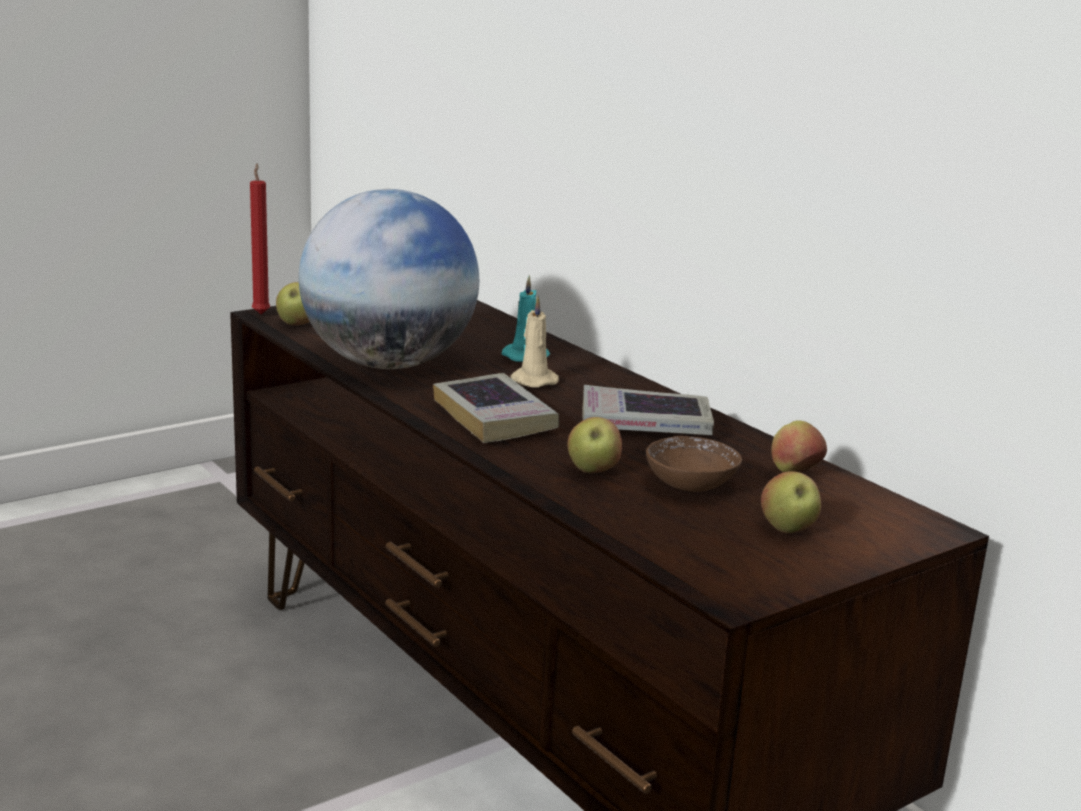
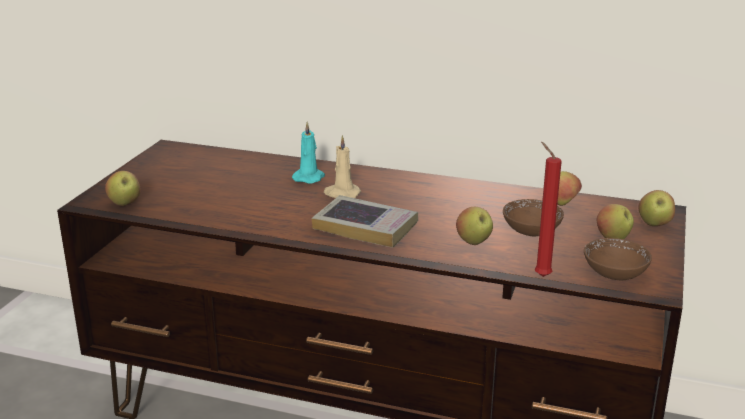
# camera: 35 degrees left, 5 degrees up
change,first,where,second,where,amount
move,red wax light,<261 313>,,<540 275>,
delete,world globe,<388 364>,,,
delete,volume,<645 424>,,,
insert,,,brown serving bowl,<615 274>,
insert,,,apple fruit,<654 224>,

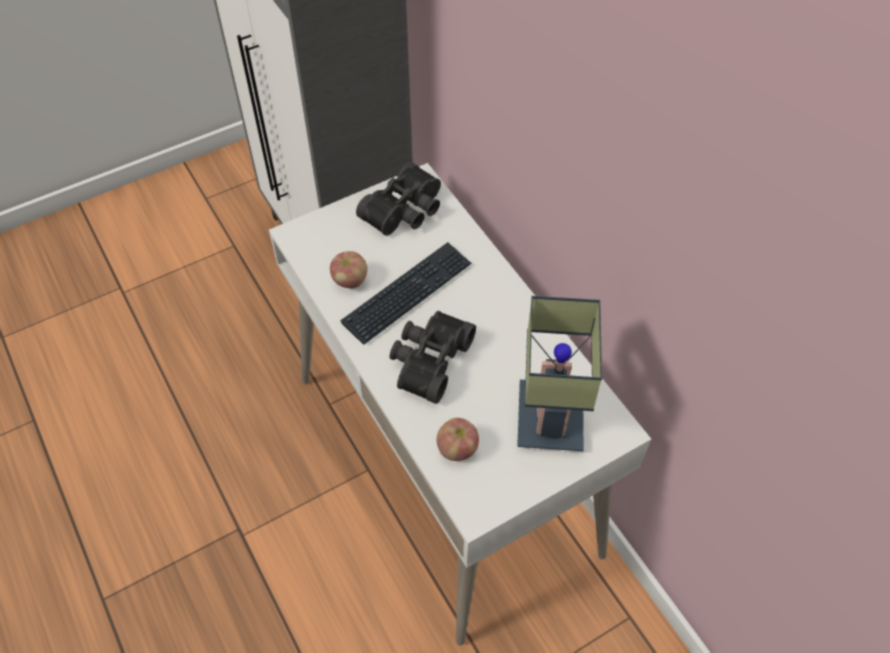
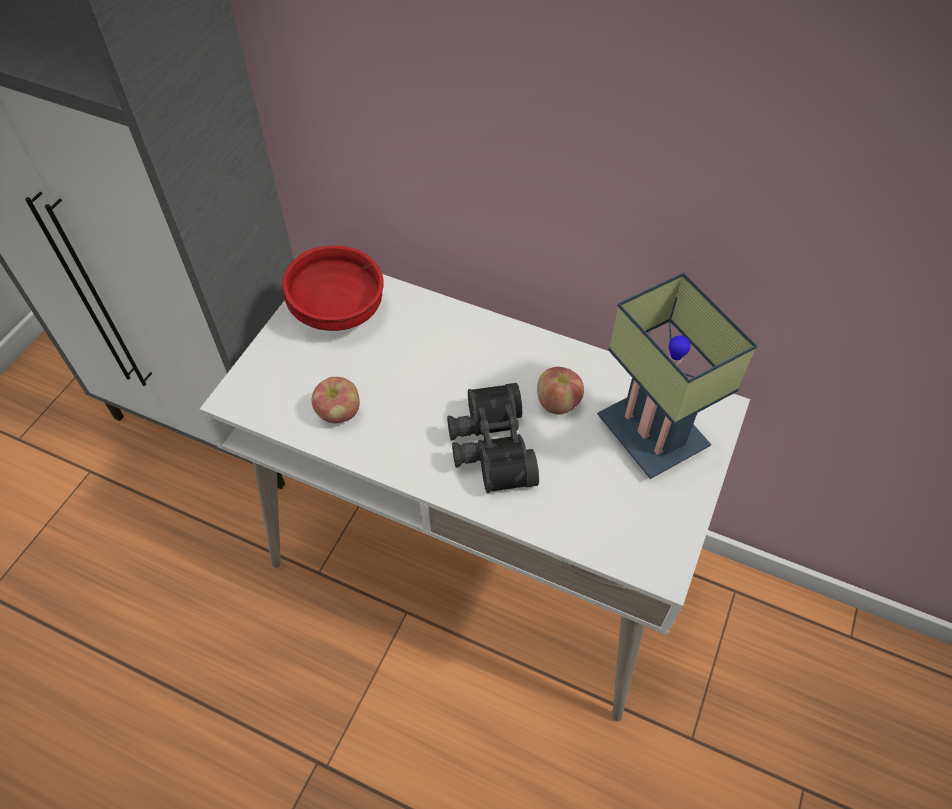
# camera: 35 degrees left, 0 degrees up
change,first,where,second,where,amount
delete,computer keyboard,<408 294>,,,
replace,blackish binoculars,<406 211>,red serving bowl,<340 311>,
move,apple fruit,<457 449>,,<557 402>,

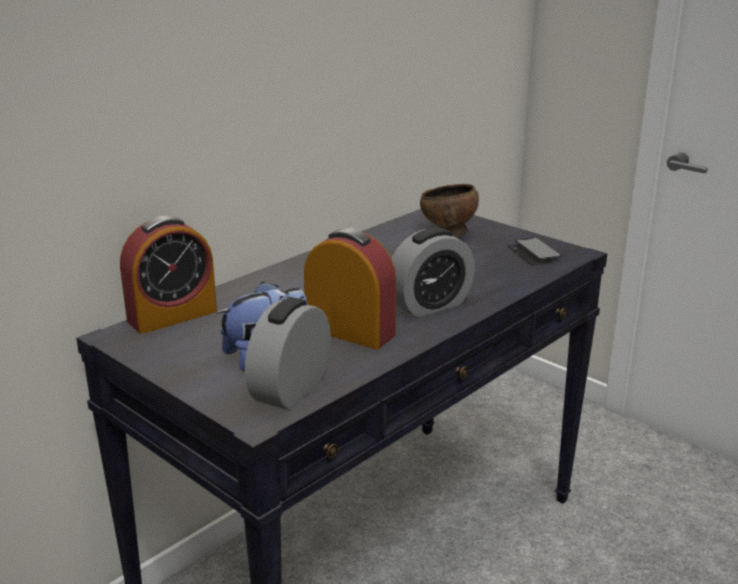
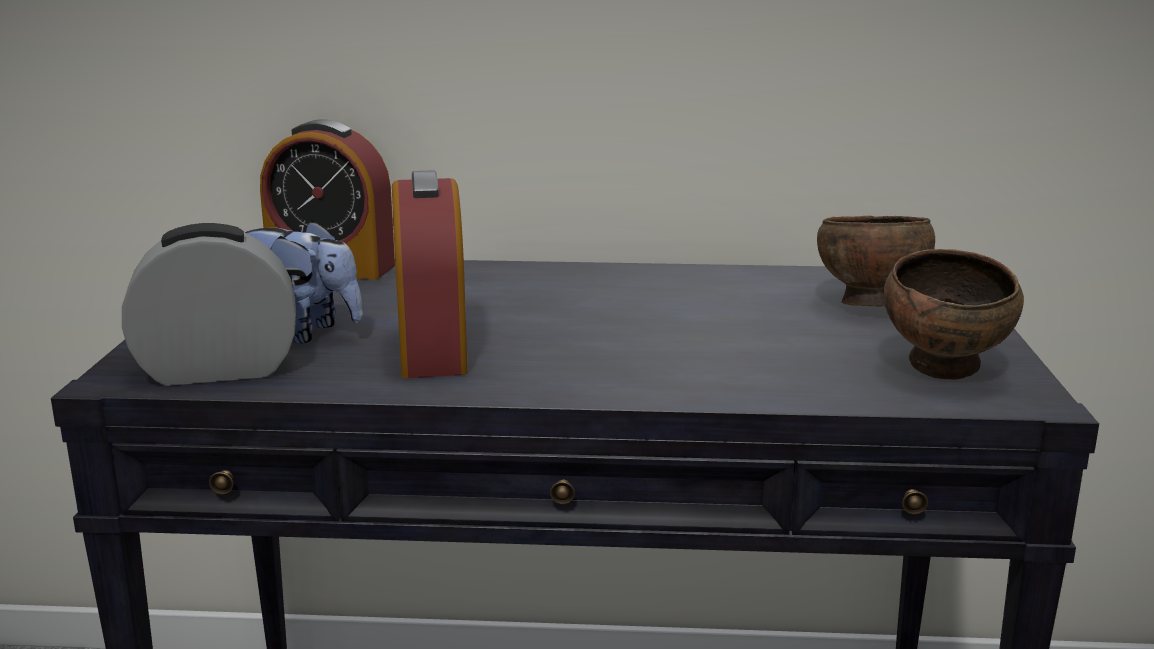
# camera: 50 degrees right, 5 degrees down
change,first,where,second,where,amount
delete,alarm clock,<430 305>,,,
replace,handset,<533 253>,brown serving bowl,<946 372>,

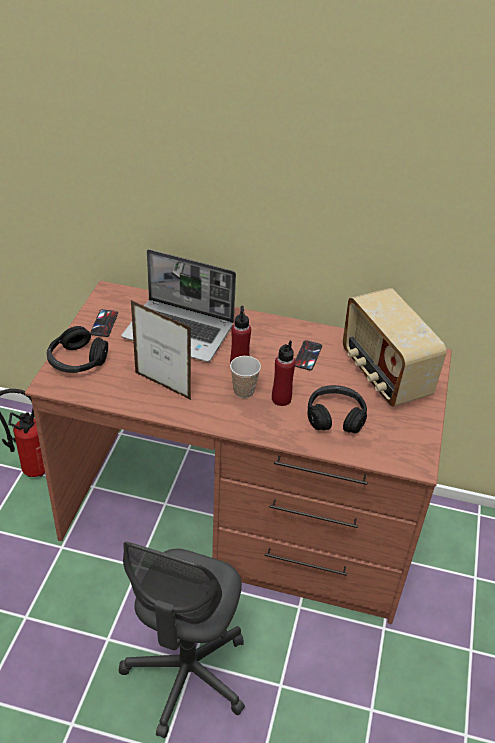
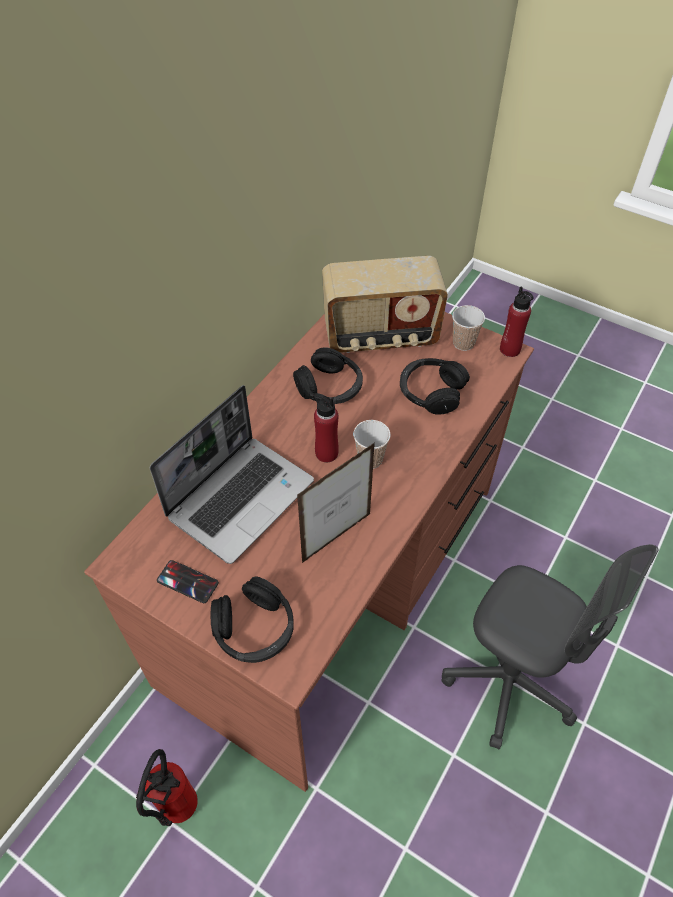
# camera: 70 degrees left, 10 degrees up
change,first,where,second,where,amount
move,red bottle,<281 399>,,<510 349>,
replace,handset,<307 355>,blackish headset,<330 387>,
insert,,,small cup,<463 343>,

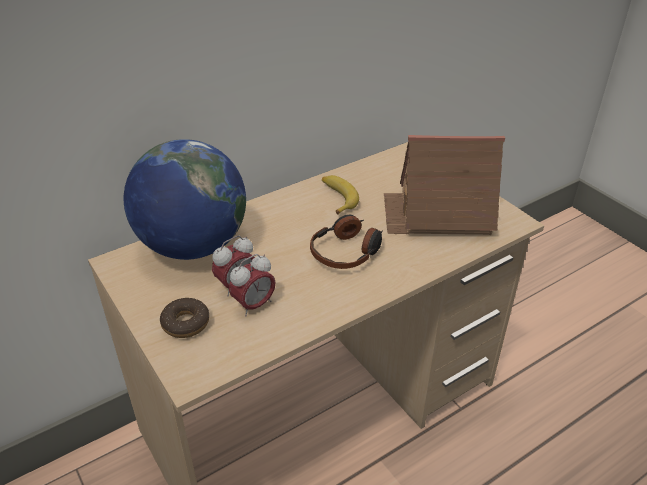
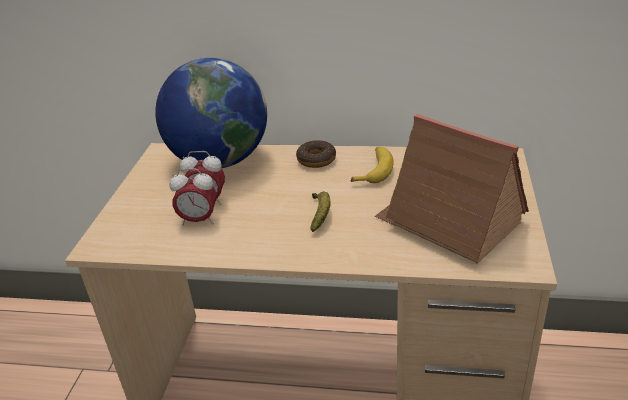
# camera: 45 degrees right, 5 degrees down
change,first,where,second,where,amount
move,donut,<185 323>,,<316 159>,
replace,headset,<347 251>,banana,<320 215>,

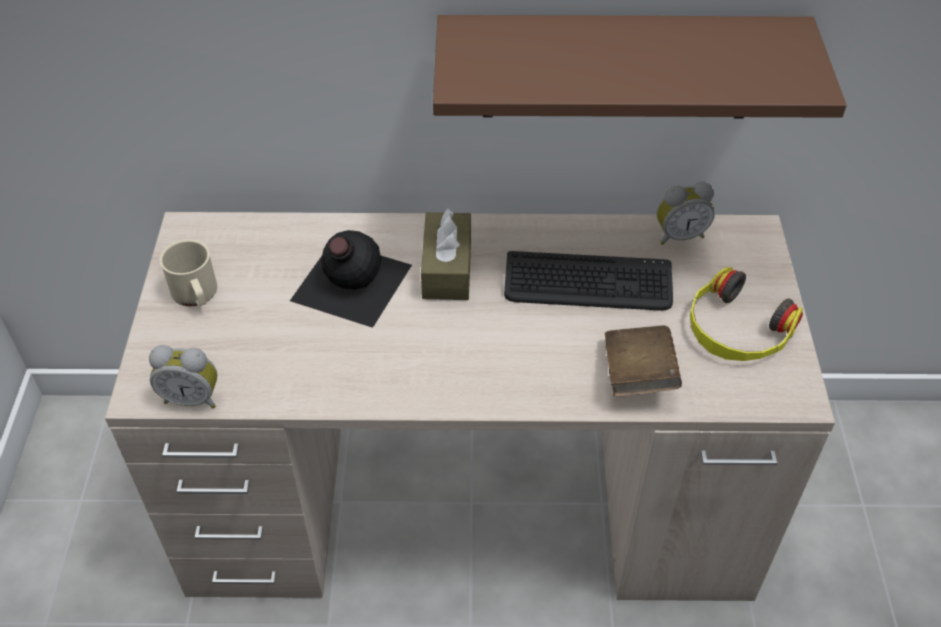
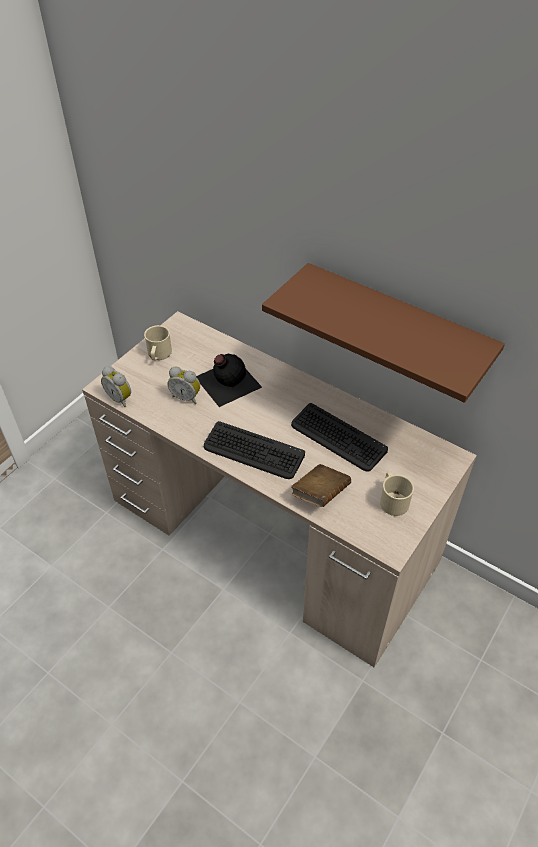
# camera: 35 degrees right, 0 degrees up
change,first,where,second,where,amount
delete,brown tissue box,<447 268>,,,
move,alarm clock,<679 235>,,<186 397>,
replace,headset,<736 330>,sand-coloured coffee mug,<392 500>,
insert,,,computer keyboard,<253 451>,

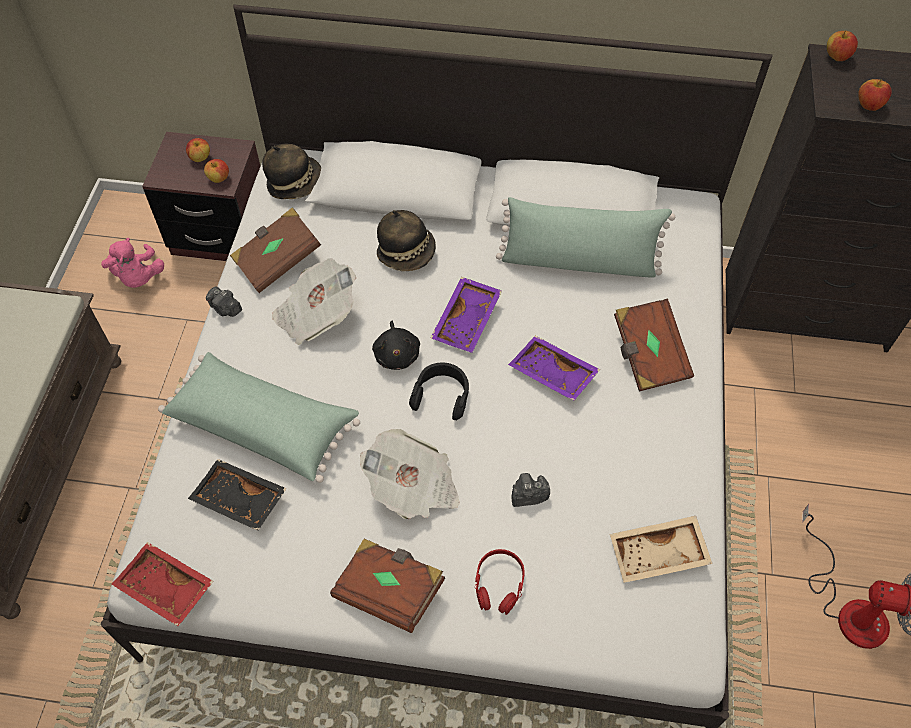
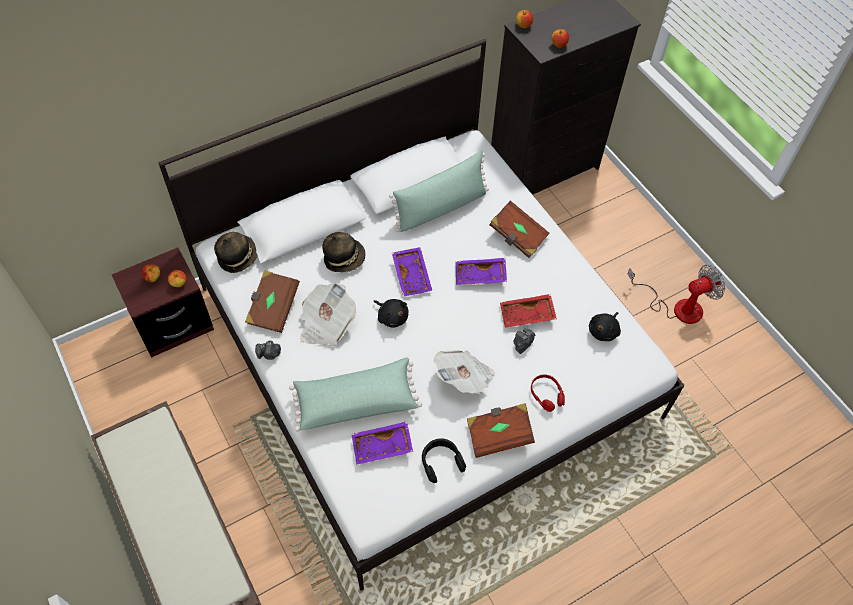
# camera: 40 degrees left, 0 degrees up
change,first,where,second,where,amount
delete,pinkish soft toy,<138 278>,,,
move,red carrying tray,<164 589>,,<527 315>,
recolor,blackish carrying tray,<238 501>,purplish carrying tray,<382 447>,
move,blackish headset,<441 395>,,<441 461>,
replace,sand-coloured carrying tray,<658 555>,blackish soft toy,<604 331>,

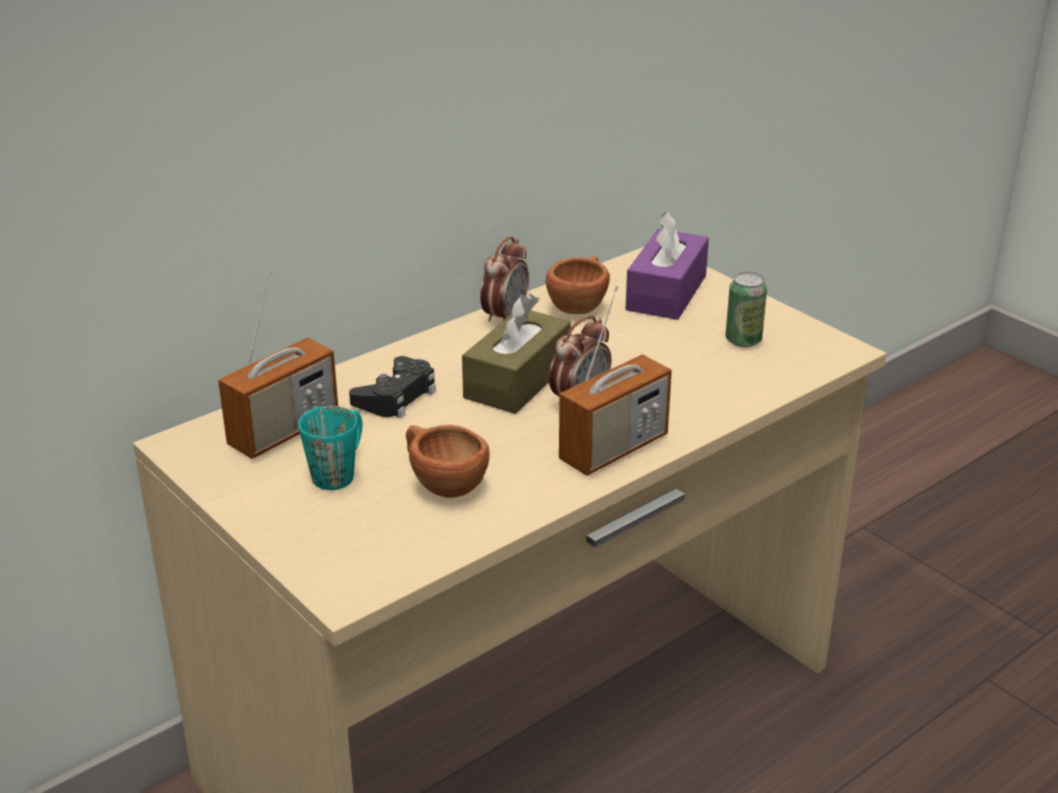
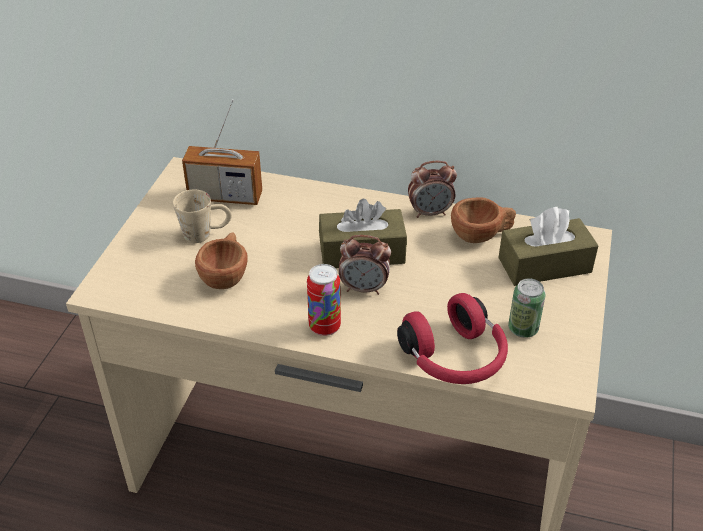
# camera: 55 degrees right, 10 degrees up
change,first,where,second,where,amount
recolor,blue-green coffee mug,<340 471>,sand-coloured coffee mug,<206 233>,
delete,blackish game controller,<396 396>,,,
replace,radio set,<614 449>,can,<324 327>,
recolor,purplish tissue box,<666 293>,brown tissue box,<544 265>,
insert,,,red headset,<455 359>,

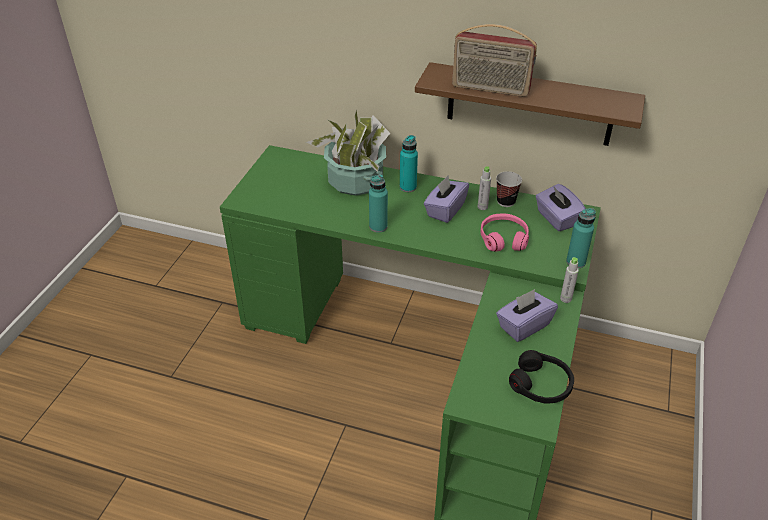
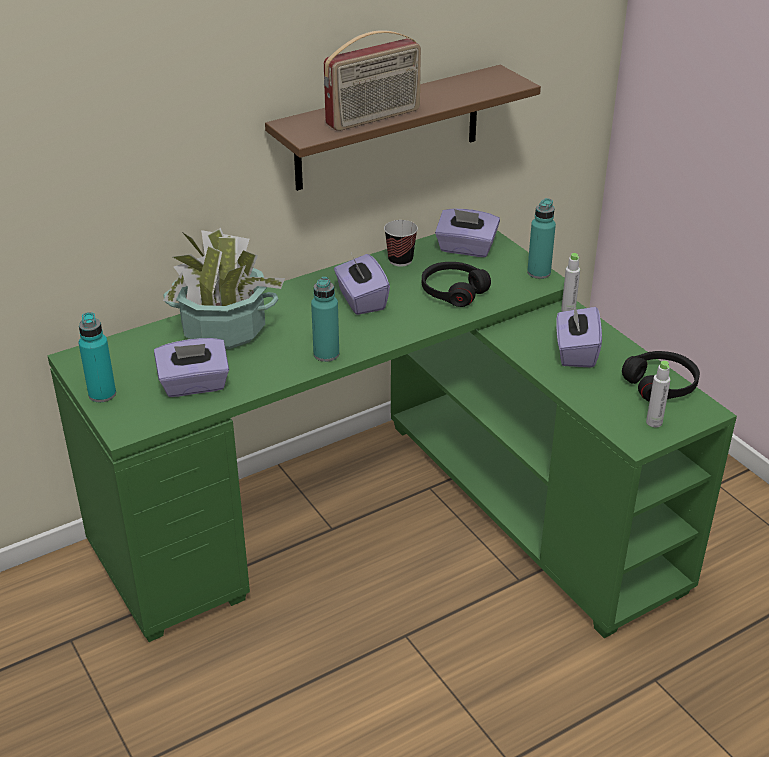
# camera: 50 degrees left, 5 degrees down
change,first,where,second,where,amount
move,blue-green bottle,<408 187>,,<102 394>,
move,gray bottle,<482 207>,,<654 422>,
recolor,pinkish headset,<503 238>,blackish headset,<453 291>,
insert,,,purplish tissue box,<194 385>,

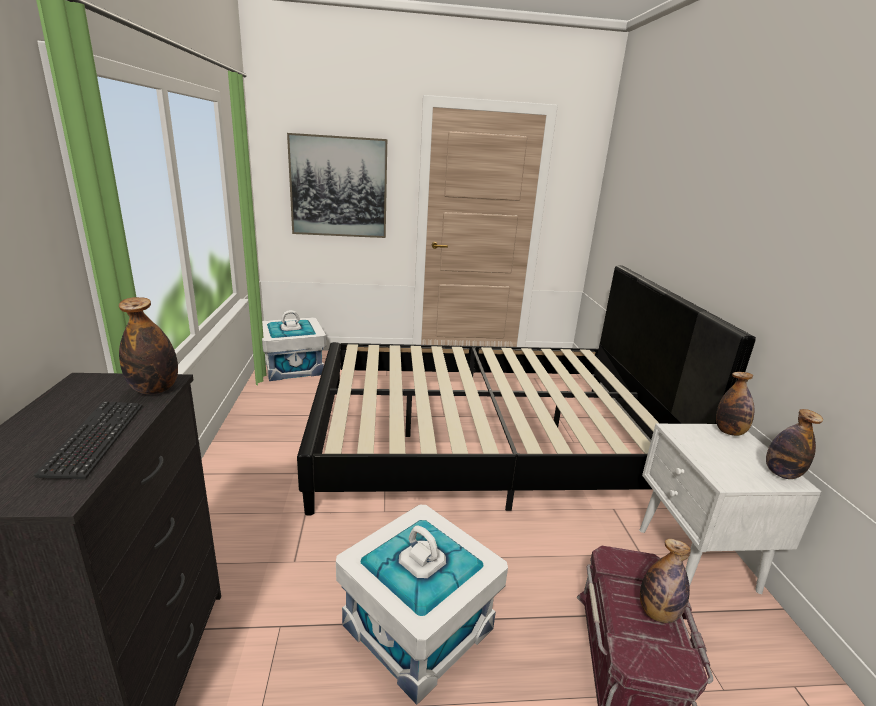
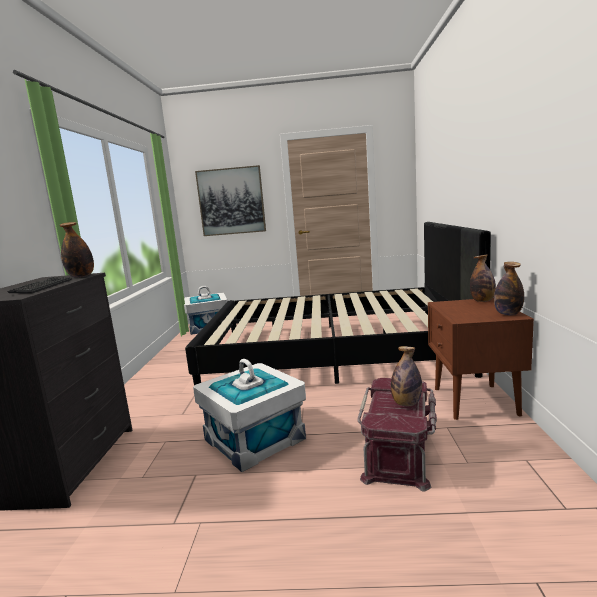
# camera: 10 degrees right, 10 degrees down
change,first,where,second,where,amount
recolor,white nightstand,<696 560>,brown nightstand,<474 402>,

